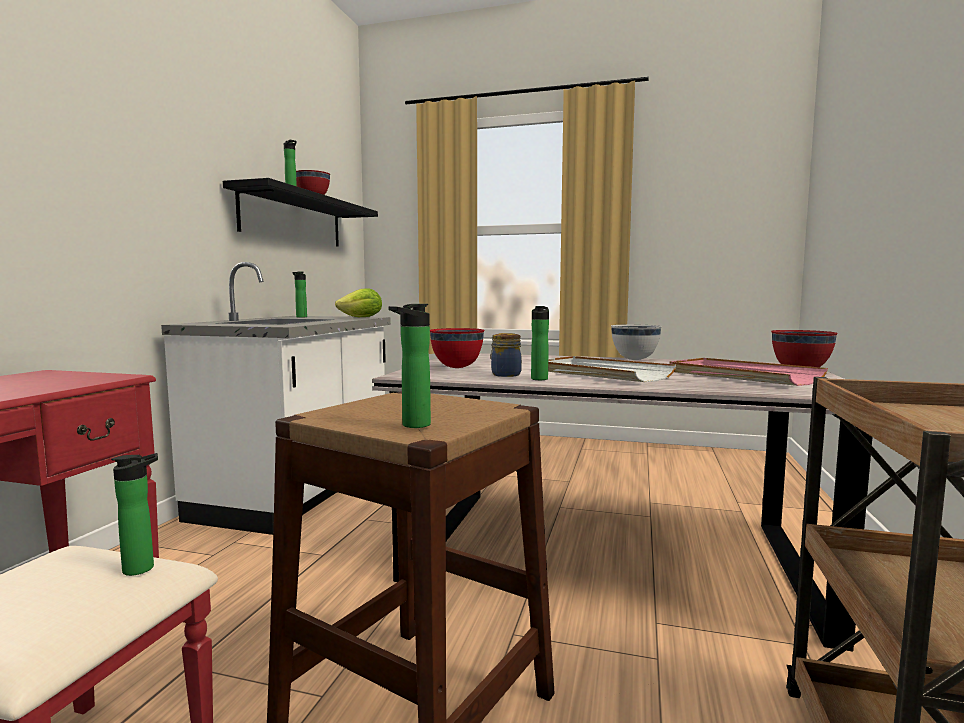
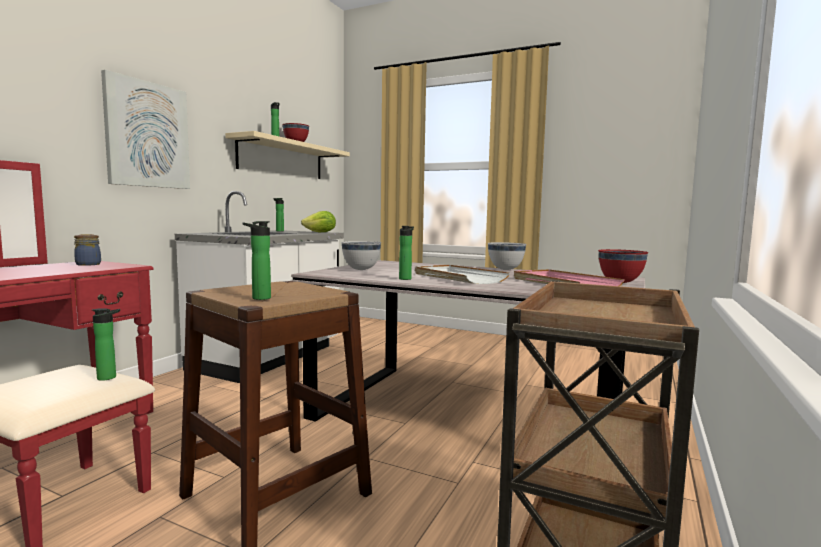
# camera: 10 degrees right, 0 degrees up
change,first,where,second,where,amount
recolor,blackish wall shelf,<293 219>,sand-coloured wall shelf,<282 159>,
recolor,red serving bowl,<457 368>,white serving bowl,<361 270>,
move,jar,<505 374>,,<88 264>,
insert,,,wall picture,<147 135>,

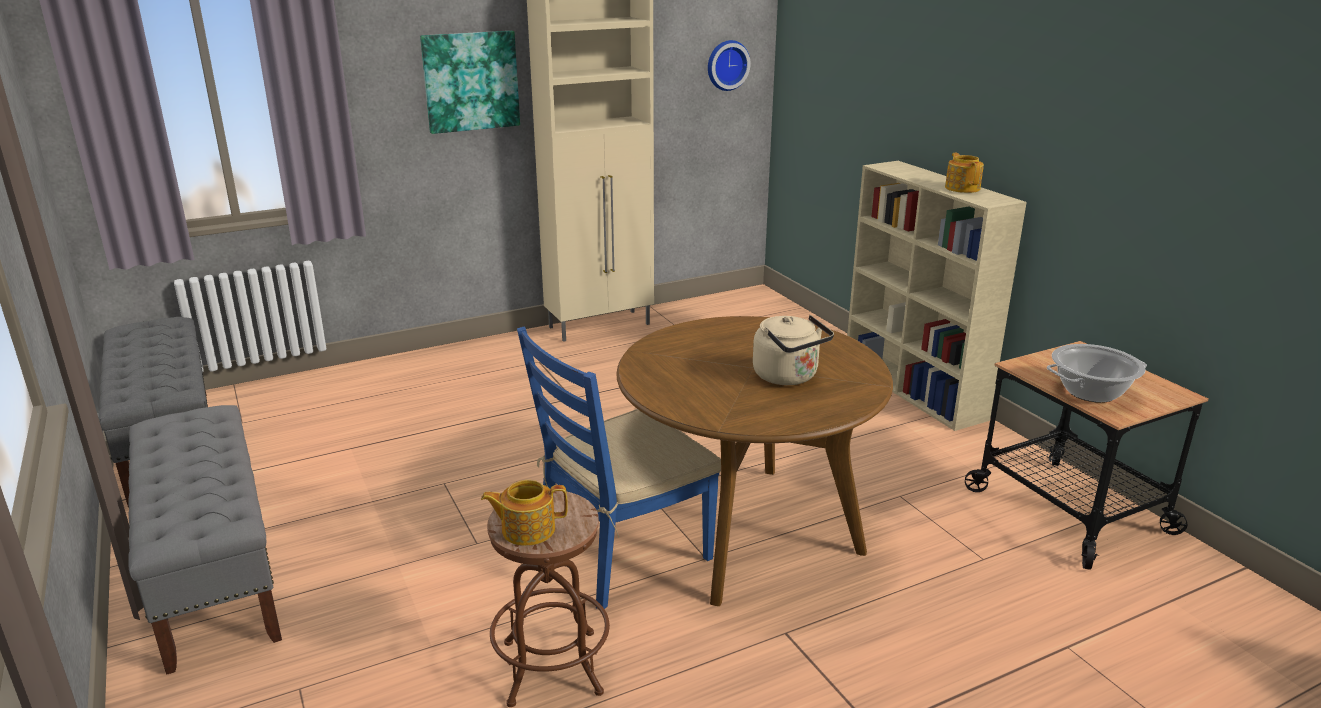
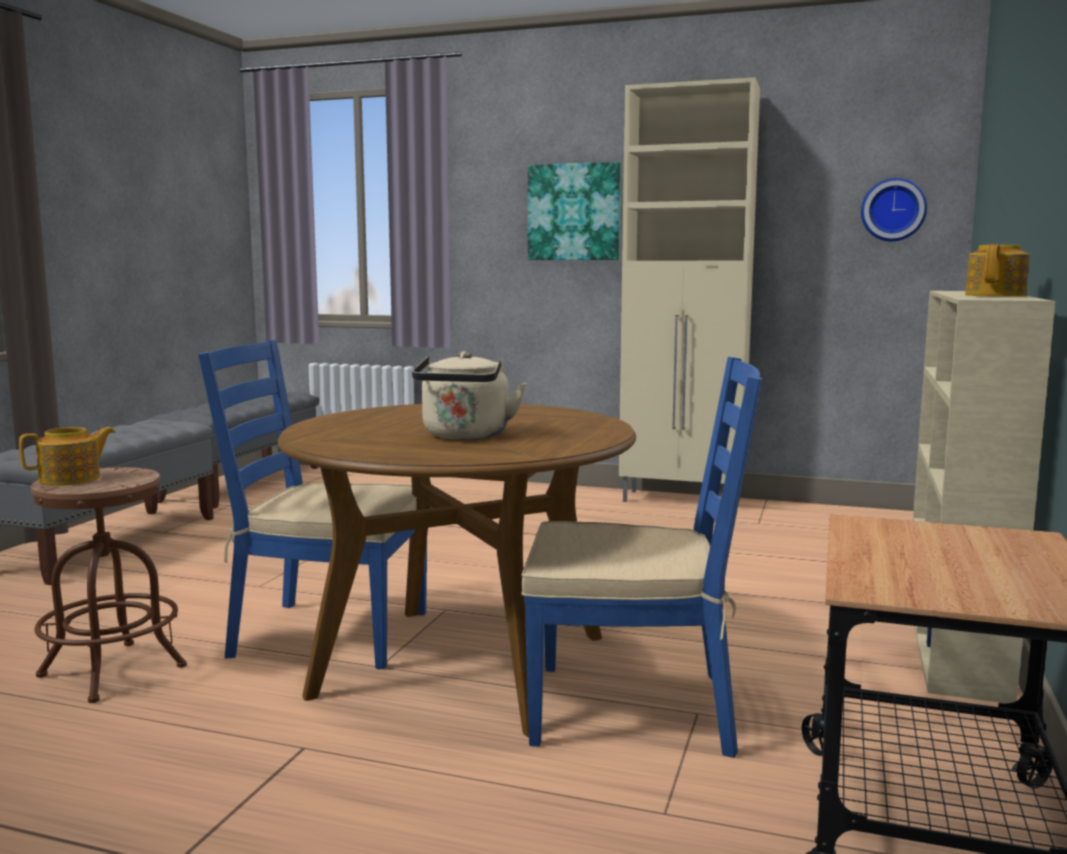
# camera: 45 degrees right, 15 degrees down
change,first,where,second,where,amount
rotate,pot for tea,<527 529>,,<71 479>,105 degrees clockwise
delete,stockpot,<1091 392>,,,
insert,,,bluish chair,<634 708>,

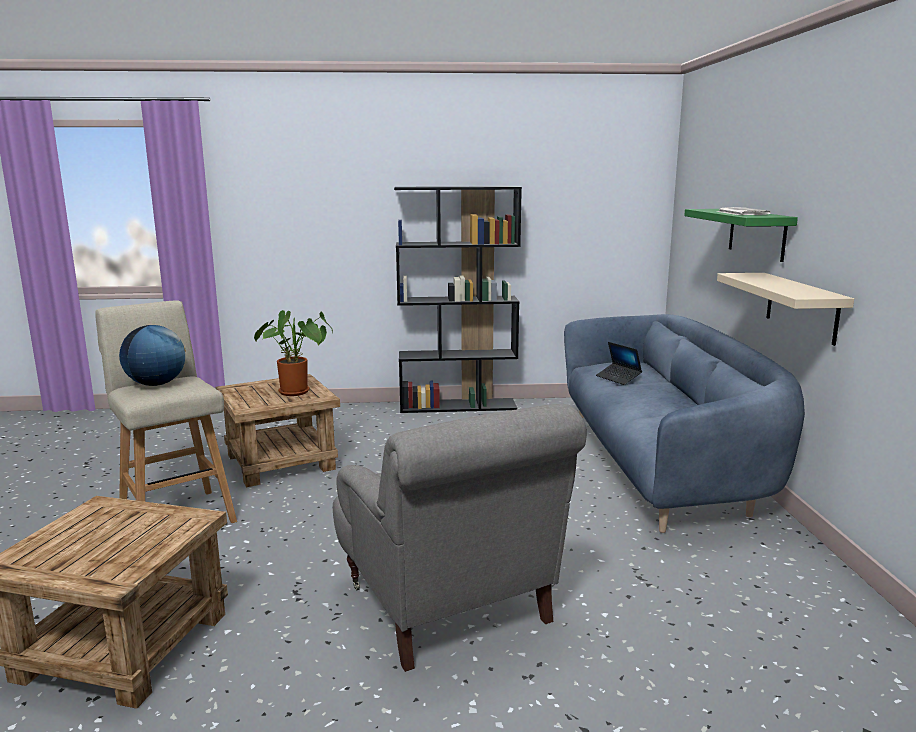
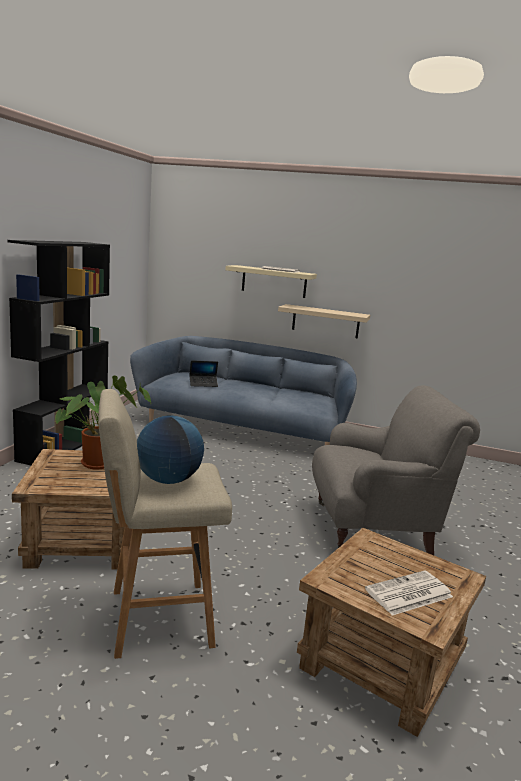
# camera: 70 degrees left, 0 degrees up
change,first,where,second,where,amount
recolor,green wall shelf,<756 233>,sand-coloured wall shelf,<274 281>,
insert,,,printed paper,<408 594>,

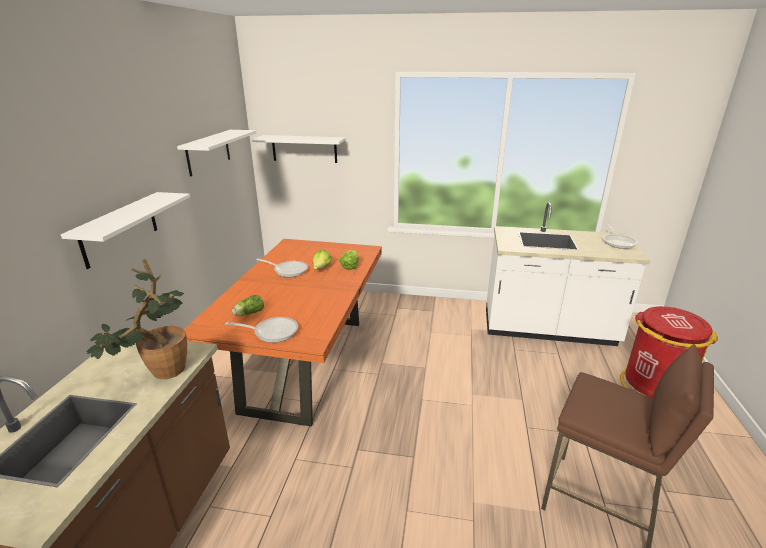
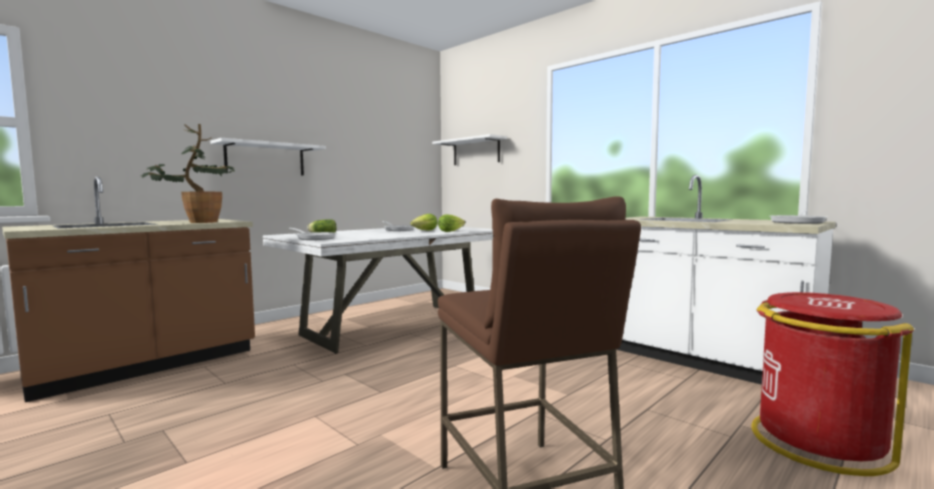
# camera: 35 degrees right, 20 degrees down
change,first,where,second,where,amount
delete,white wall shelf,<208 152>,,,
recolor,orange-coloured kitchen table,<306 363>,white kitchen table,<394 326>,

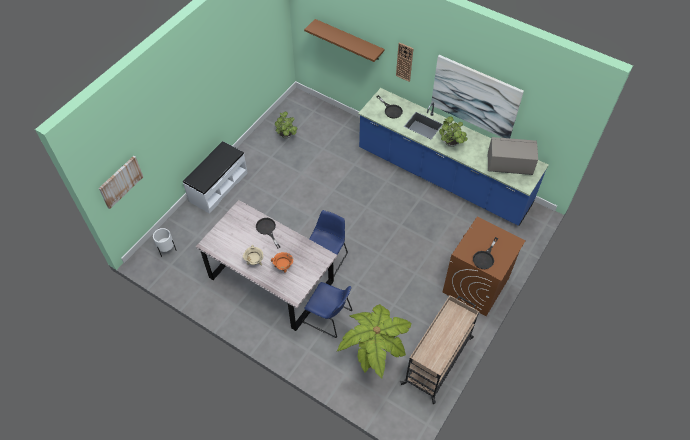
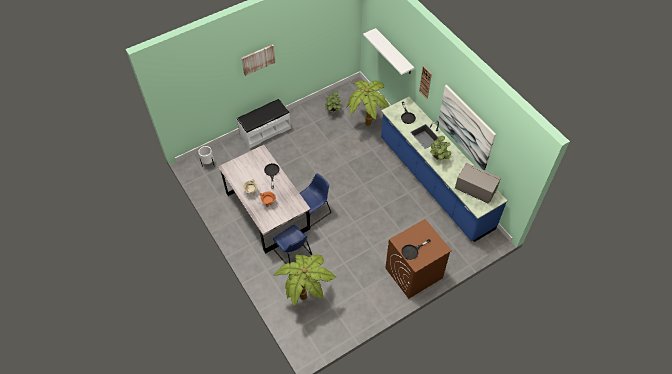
# camera: 25 degrees right, 0 degrees up
change,first,where,second,where,amount
move,wall picture,<120 181>,,<258 59>,
recolor,brown wall shelf,<349 40>,white wall shelf,<394 52>,
delete,sand-coloured trolley,<438 360>,,,
insert,,,potted plant,<365 125>,

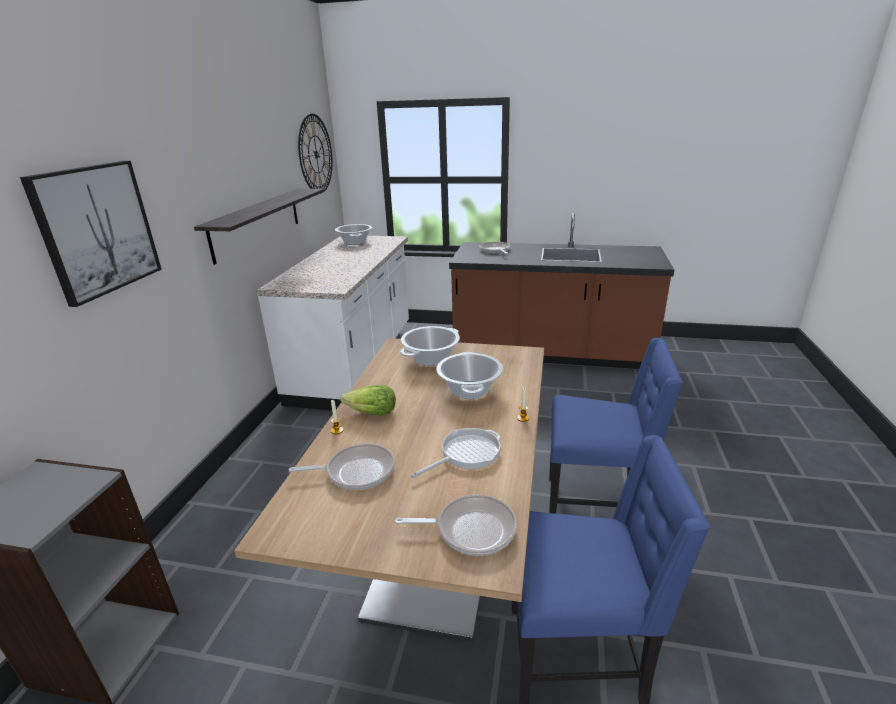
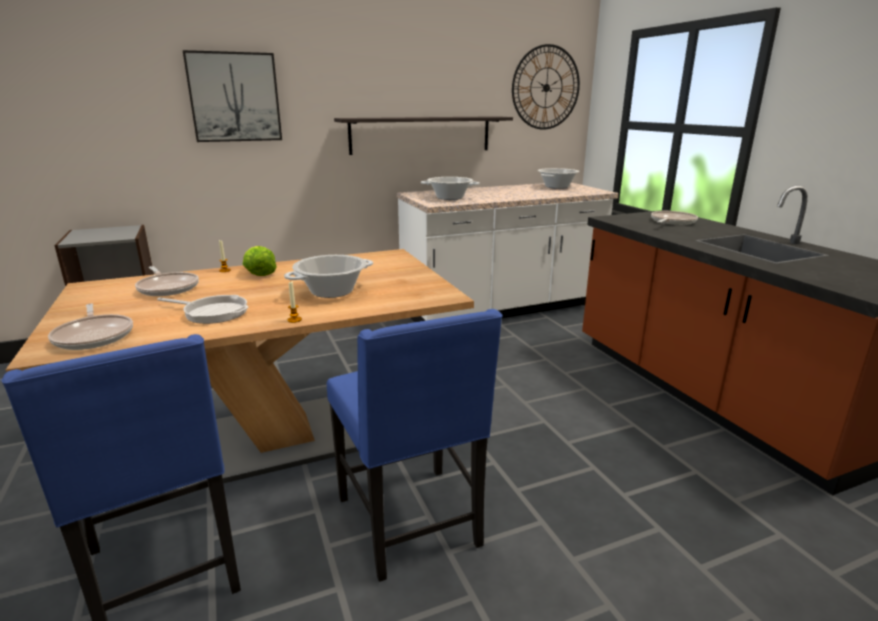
# camera: 55 degrees right, 5 degrees down
change,first,where,second,where,amount
move,stockpot,<430 358>,,<450 198>,

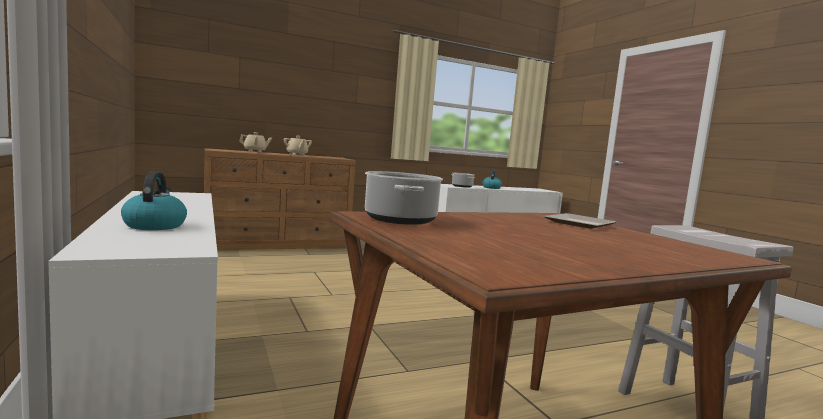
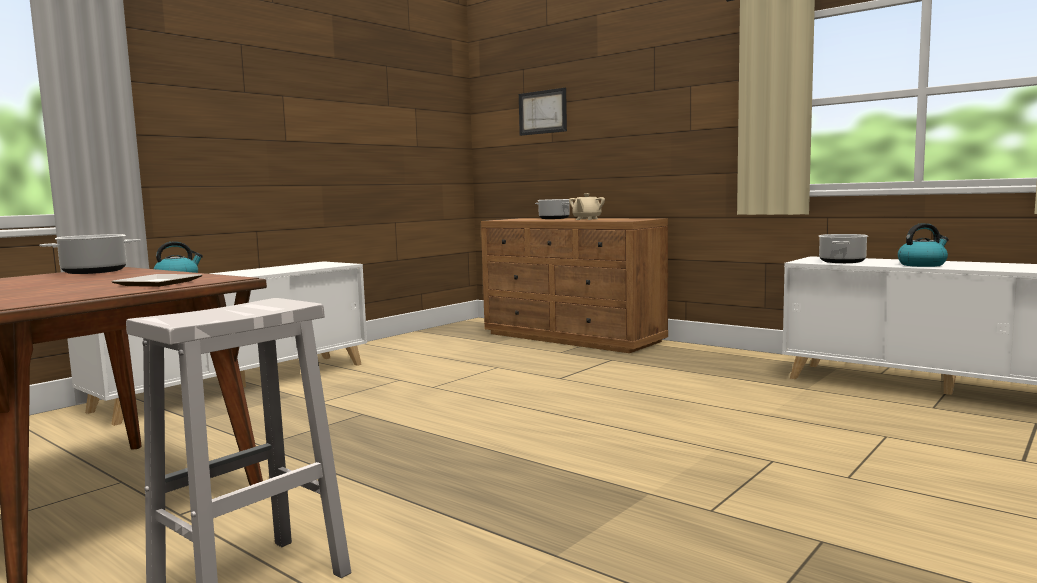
# camera: 65 degrees right, 0 degrees up
change,first,where,second,where,amount
replace,sand-coloured pot for tea,<255 151>,stockpot,<553 218>,
insert,,,wall picture,<542 112>,

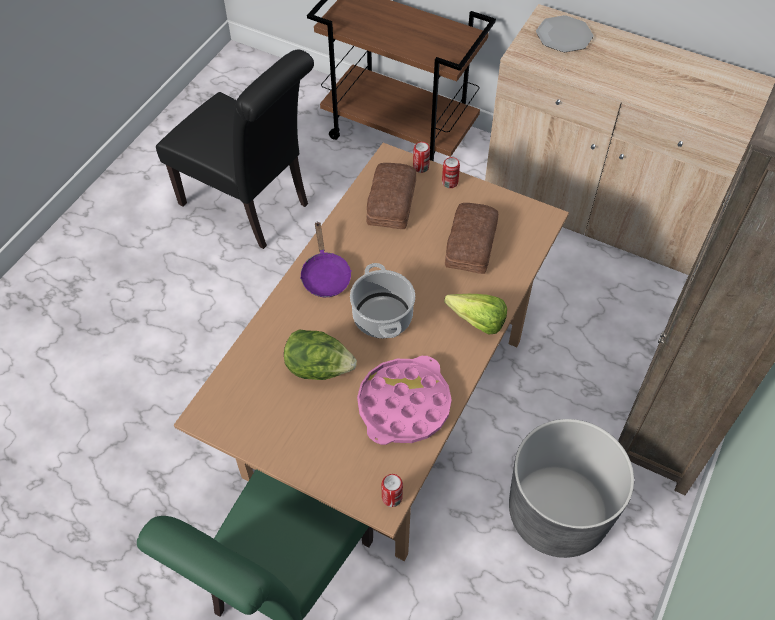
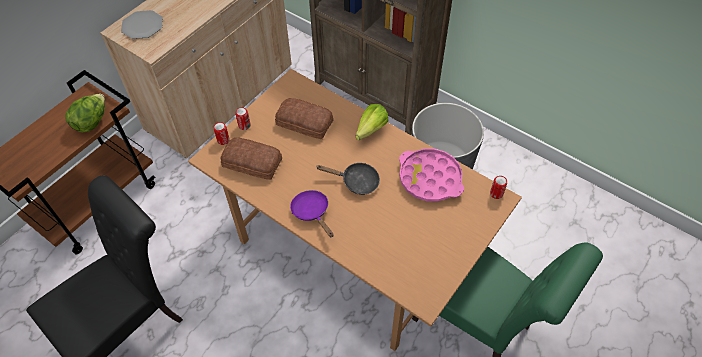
# camera: 80 degrees left, 0 degrees up
change,first,where,second,where,amount
move,head of lettuce,<319 368>,,<92 122>,
rotate,purplish skillet,<325 275>,,<312 212>,120 degrees counterclockwise
replace,stockpot,<382 316>,blackish skillet,<356 181>,

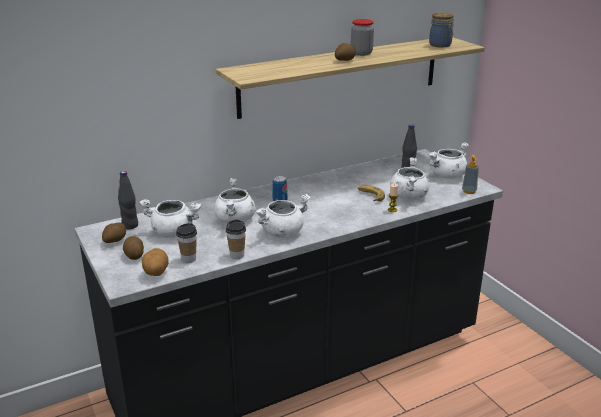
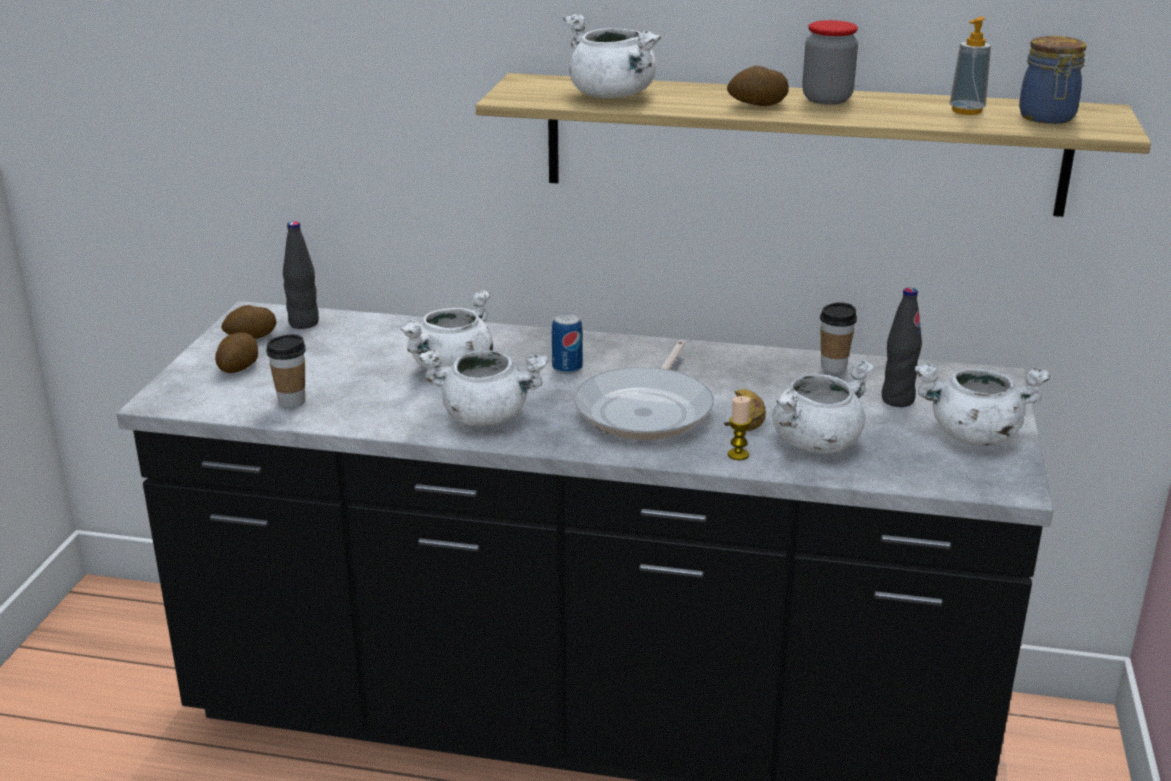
# camera: 40 degrees right, 0 degrees up
change,first,where,second,where,amount
move,white stockpot,<173 232>,,<613 95>,
delete,spud,<156 273>,,,
move,small cup,<237 255>,,<833 367>,
move,liquid soap bottle,<469 191>,,<966 111>,
insert,,,skillet,<647 409>,

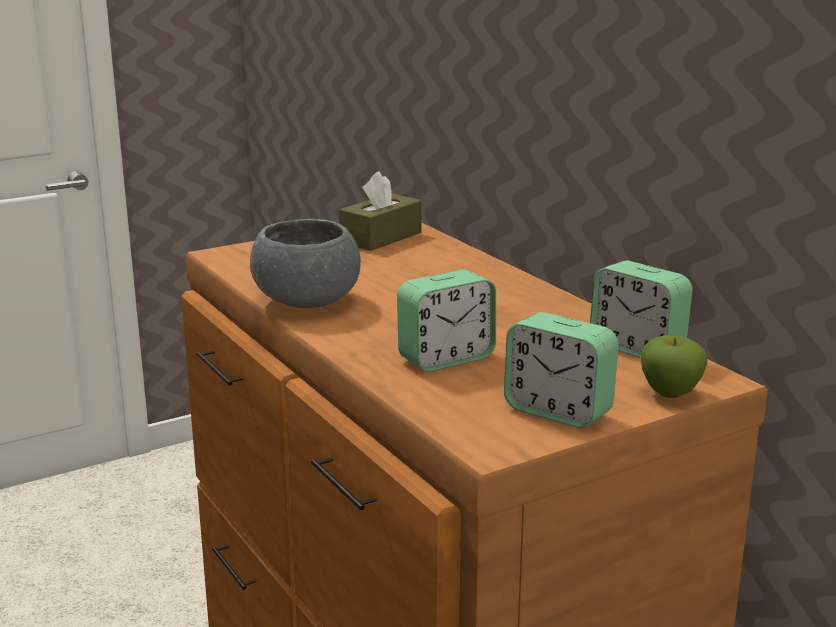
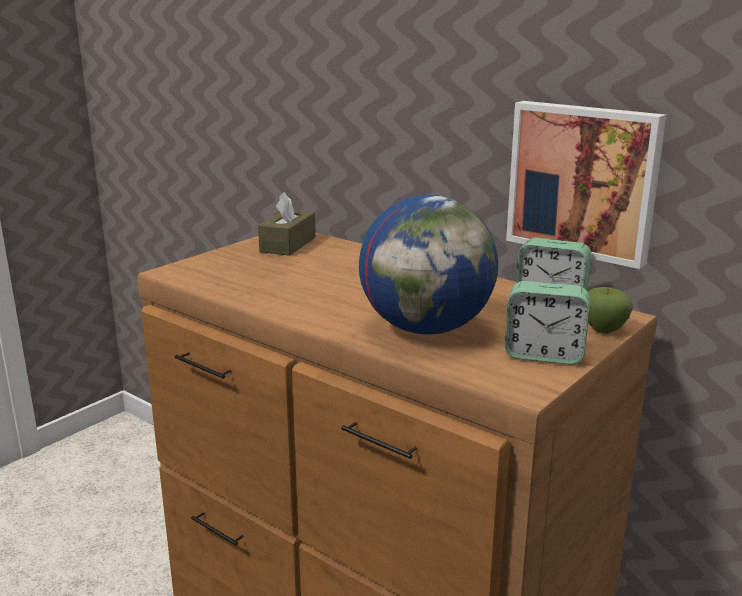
# camera: 20 degrees left, 0 degrees up
change,first,where,second,where,amount
delete,gray serving bowl,<306 302>,,,
replace,alarm clock,<446 358>,world globe,<427 328>,
insert,,,wall picture,<584 180>,

